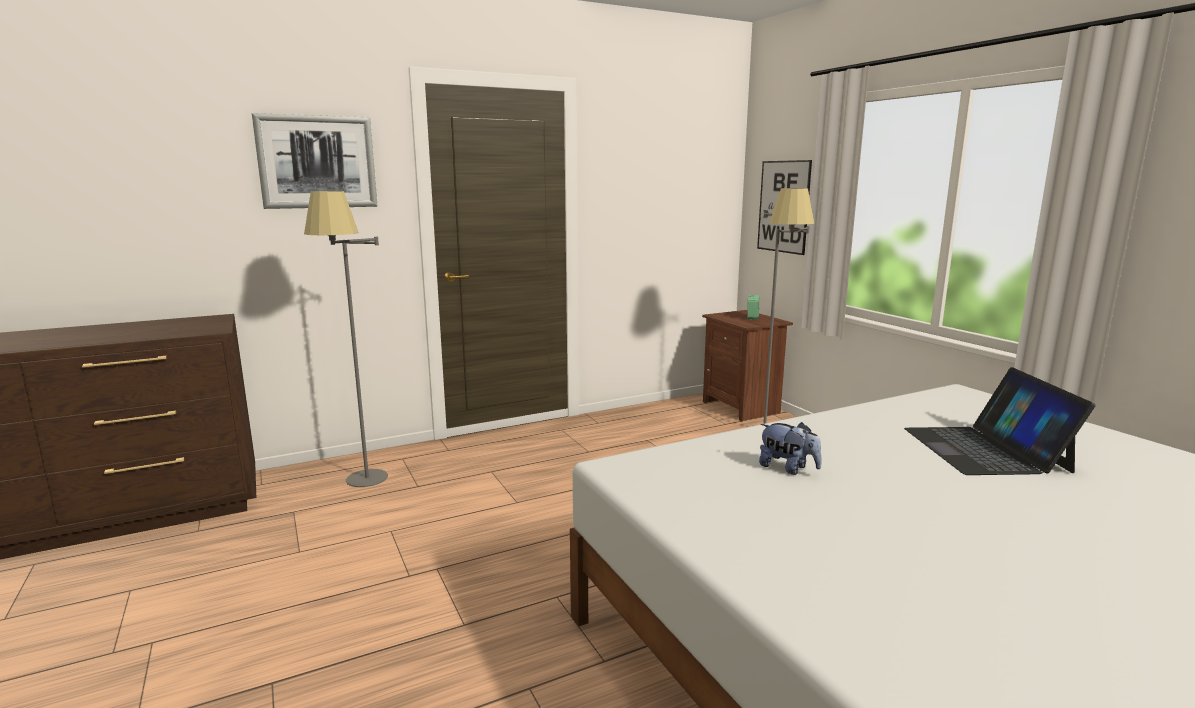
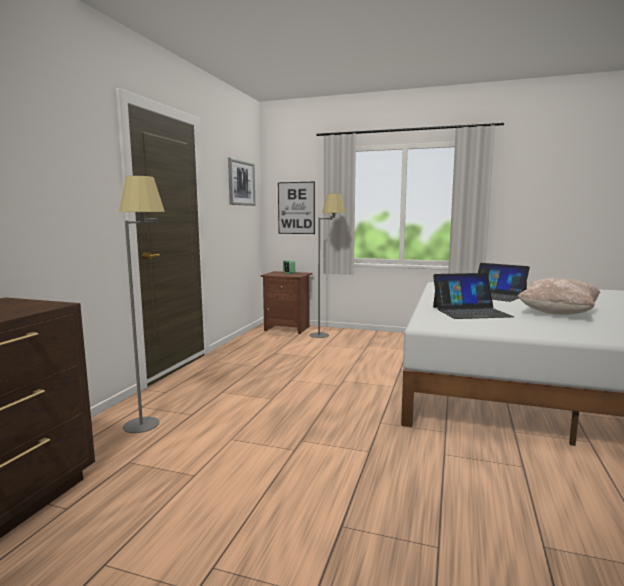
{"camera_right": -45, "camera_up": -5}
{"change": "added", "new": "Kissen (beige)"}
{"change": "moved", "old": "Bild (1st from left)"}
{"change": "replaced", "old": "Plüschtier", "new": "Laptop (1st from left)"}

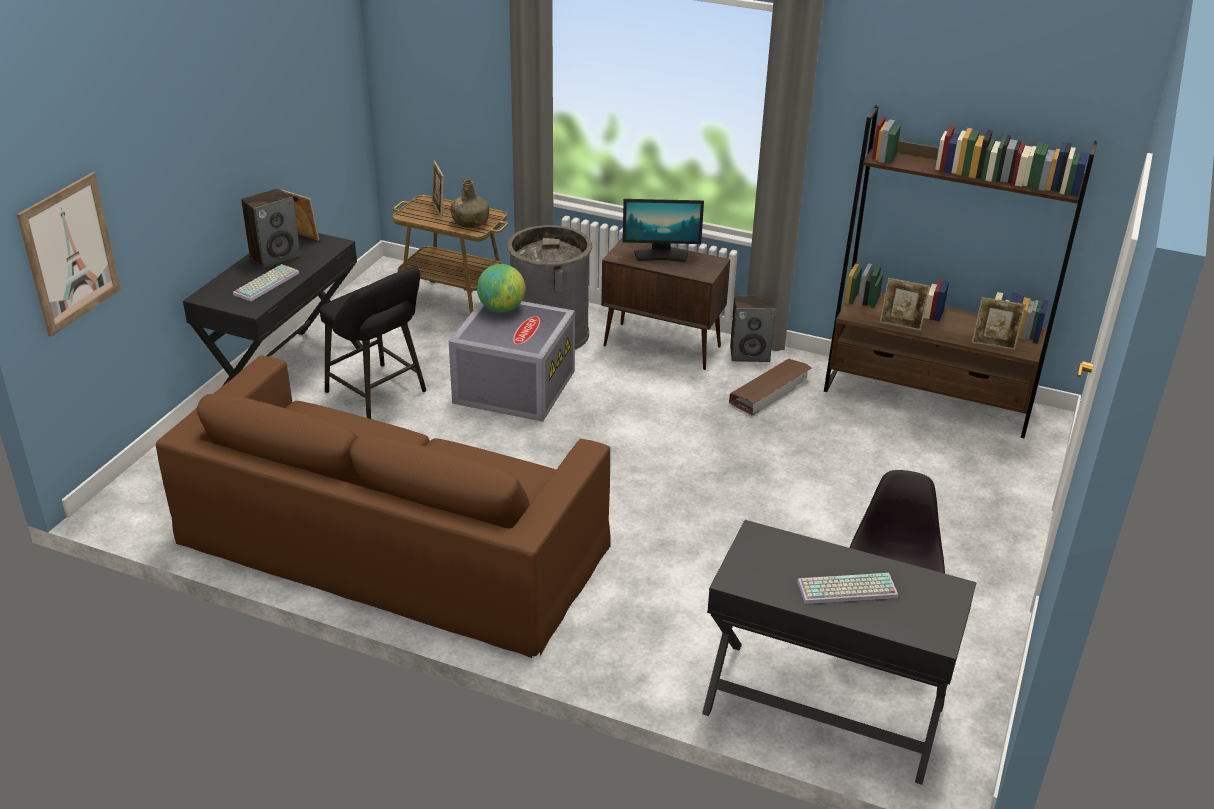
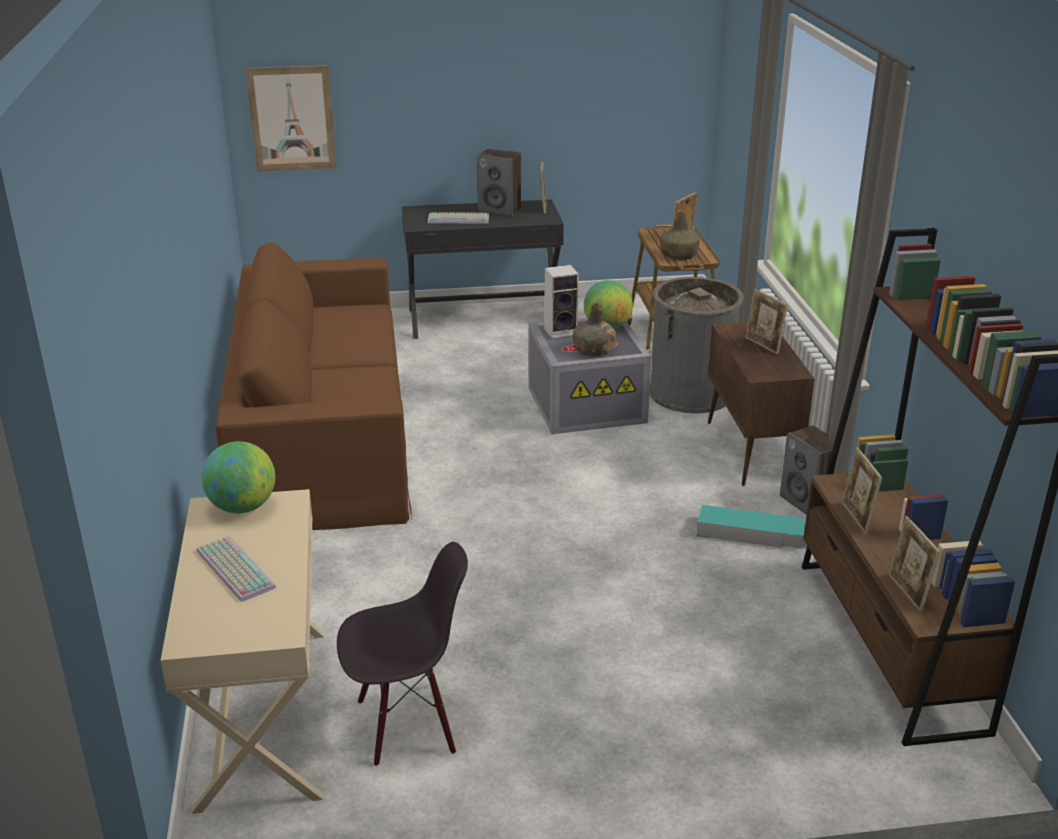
{"camera_right": 60, "camera_up": -5}
{"change": "removed", "old": "Hocker (schwarz)"}
{"change": "added", "new": "Globus (1st from left)"}
{"change": "added", "new": "Lautsprecher (2nd from left)"}
{"change": "added", "new": "Flasche (grün) (1st from left)"}
{"change": "replaced", "old": "Monitor", "new": "Bilderrahmen (3rd from left)"}
{"change": "recoloured", "old": "Schreibtisch (schwarz) (2nd from left)", "new": "Schreibtisch (beige)"}
{"change": "recoloured", "old": "Aufbewahrungsbox (braun)", "new": "Aufbewahrungsbox (türkis)"}

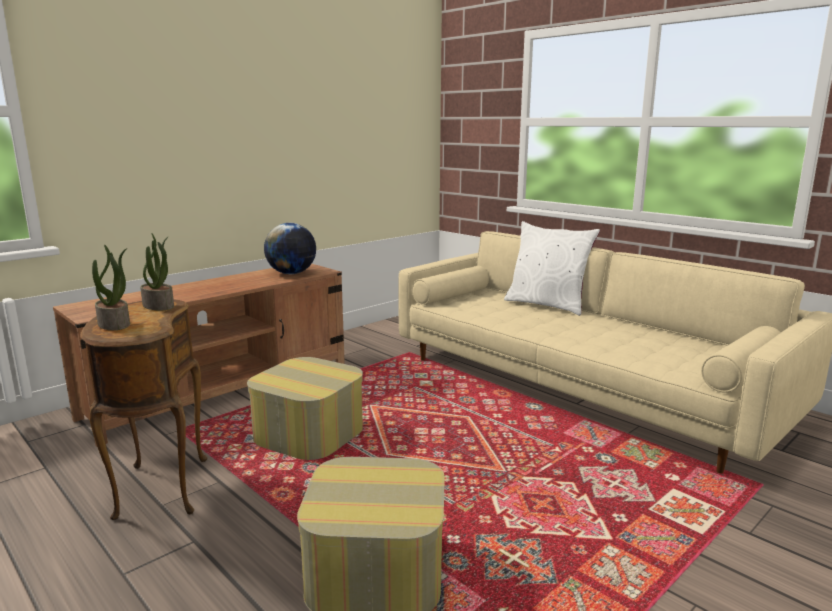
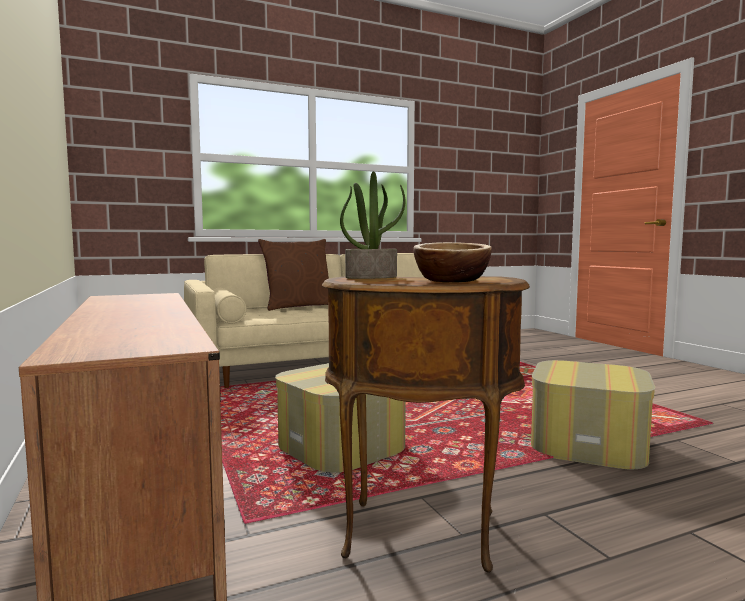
{"camera_right": -70, "camera_up": -10}
{"change": "removed", "old": "Globus"}
{"change": "replaced", "old": "Topfpflanze (1st from left)", "new": "Schüssel"}
{"change": "recoloured", "old": "Kissen (weiß)", "new": "Kissen (braun)"}

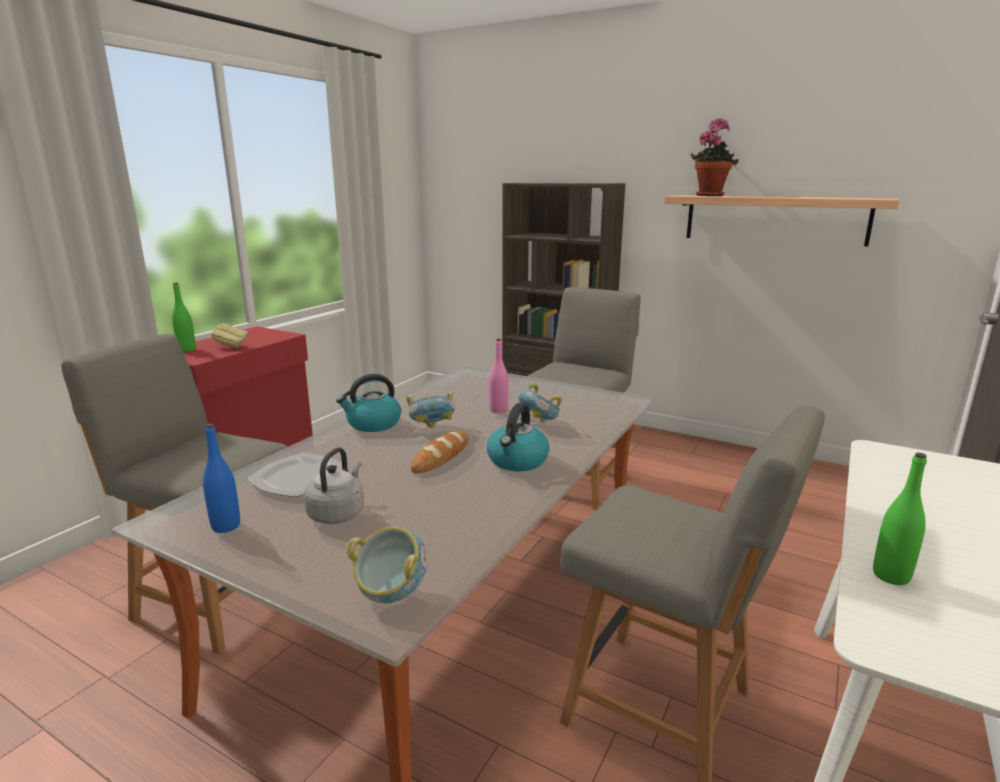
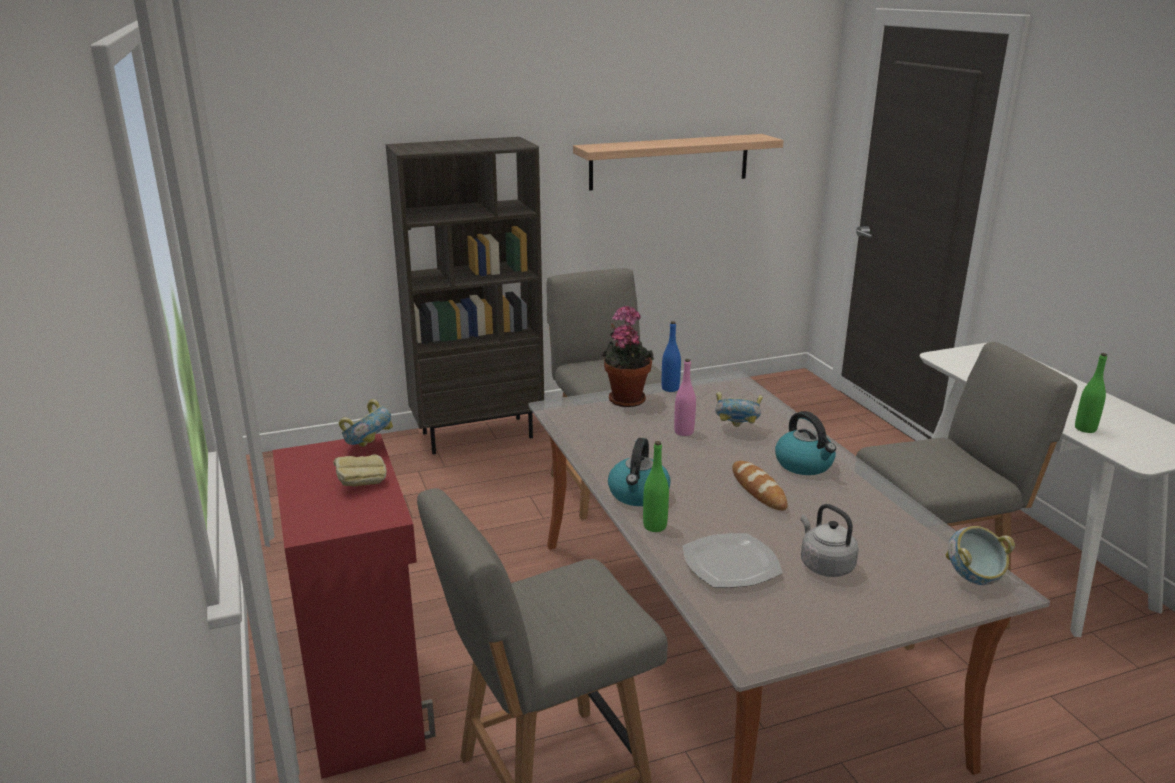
{"camera_right": -50, "camera_up": 5}
{"change": "moved", "old": "Flasche (grün) (1st from left)"}
{"change": "moved", "old": "Flasche (blau)"}
{"change": "moved", "old": "Schüssel (2nd from left in the first image)", "new": "Schüssel (1st from left)"}
{"change": "moved", "old": "Topfpflanze"}

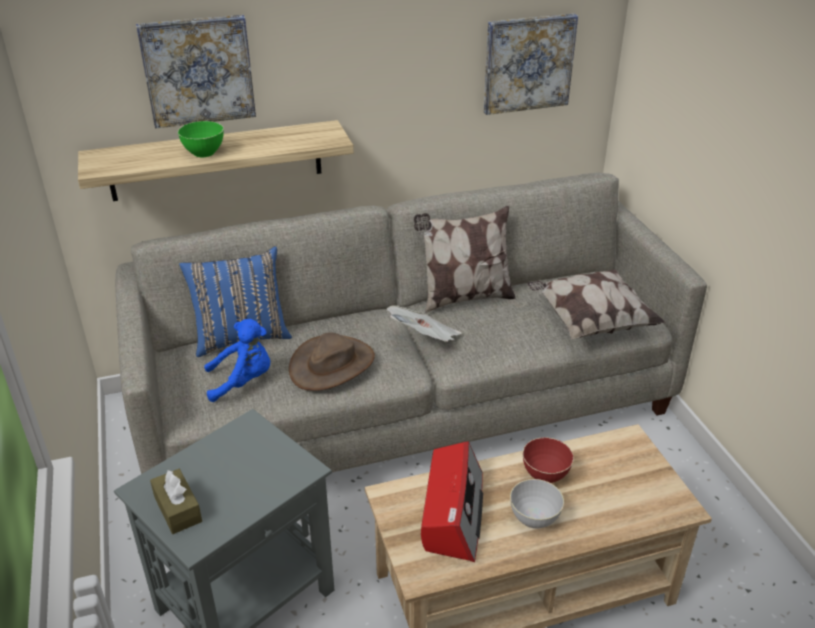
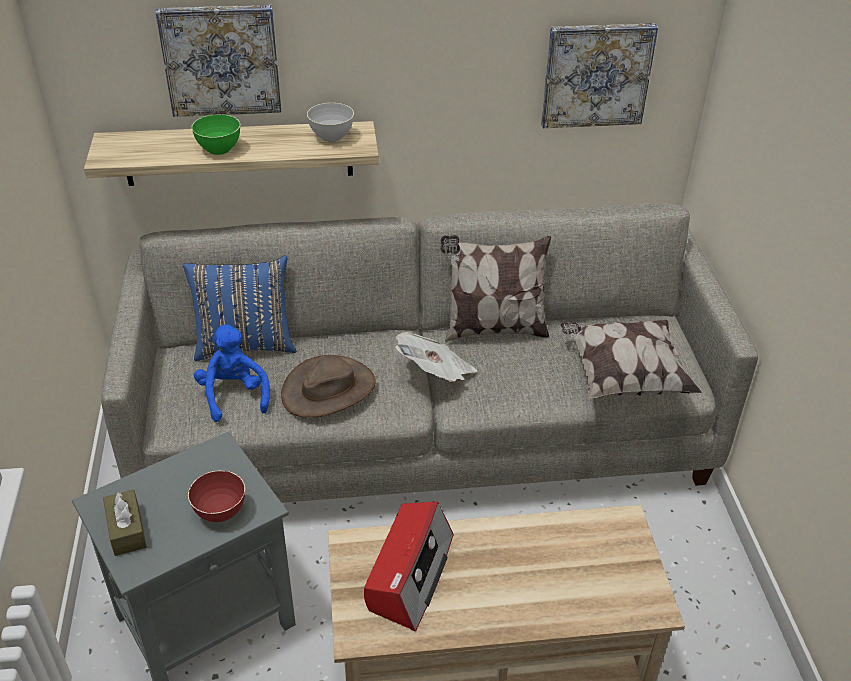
{"camera_right": 10, "camera_up": 5}
{"change": "moved", "old": "Schüssel (grau)"}
{"change": "moved", "old": "Schüssel (rot)"}
{"change": "turned", "old": "Plüschtier (blau)", "degrees": -105}

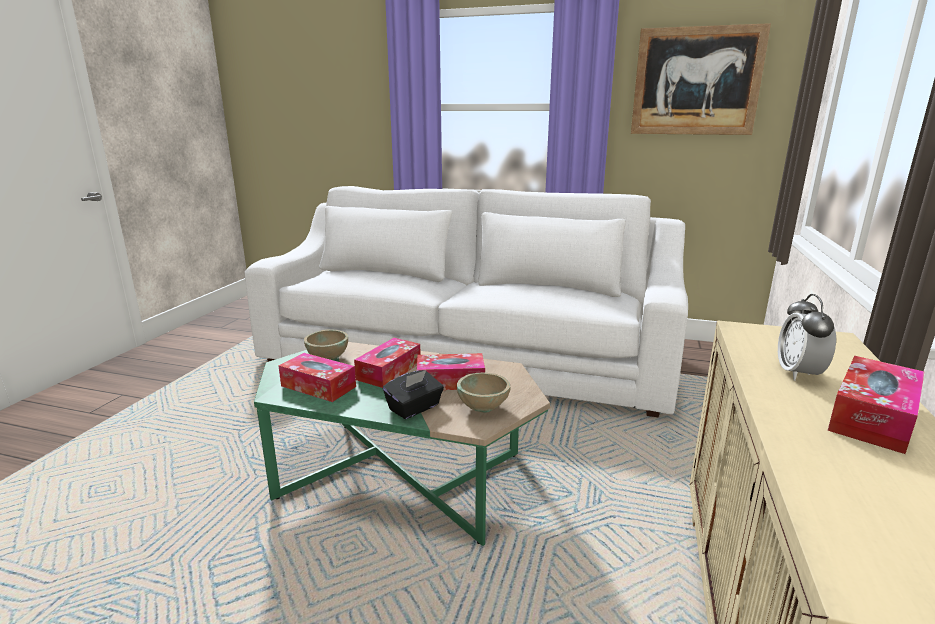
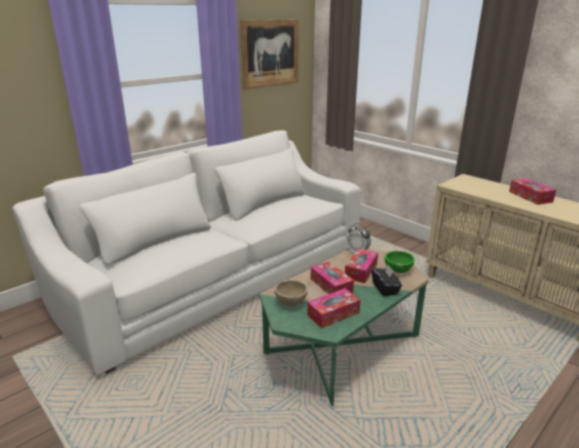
{"camera_right": -60, "camera_up": 5}
{"change": "moved", "old": "Wecker"}
{"change": "recoloured", "old": "Schüssel (beige) (2nd from left)", "new": "Schüssel (grün)"}

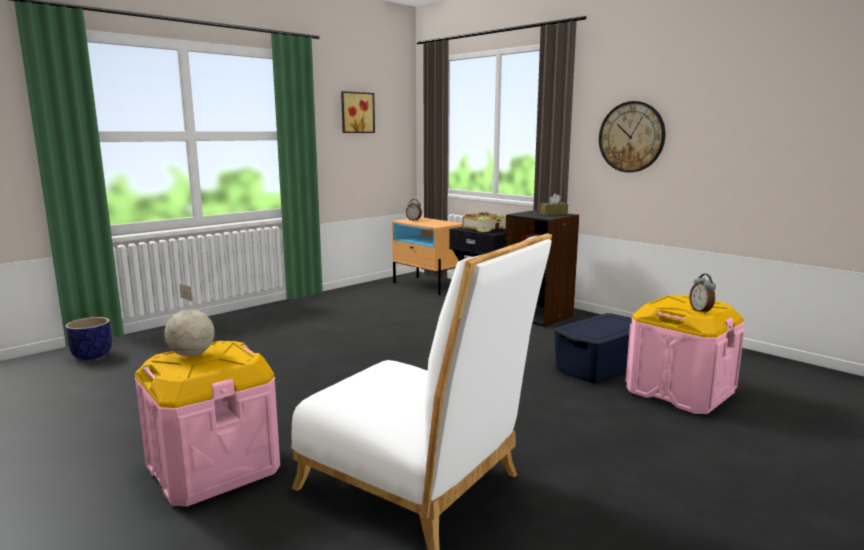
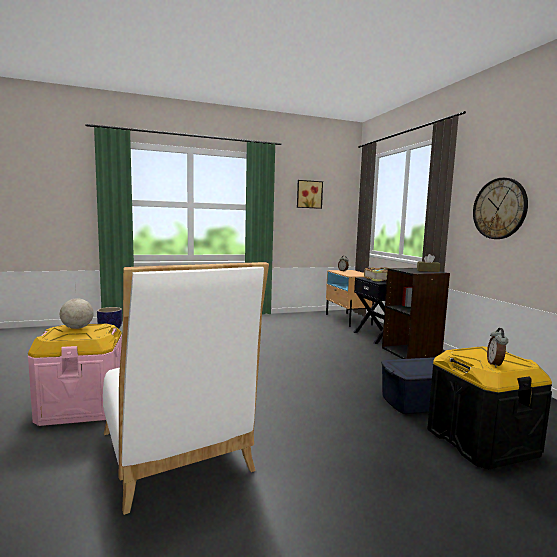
{"camera_right": 25, "camera_up": -5}
{"change": "recoloured", "old": "Aufbewahrungsbox (rosa) (2nd from left)", "new": "Aufbewahrungsbox (schwarz)"}

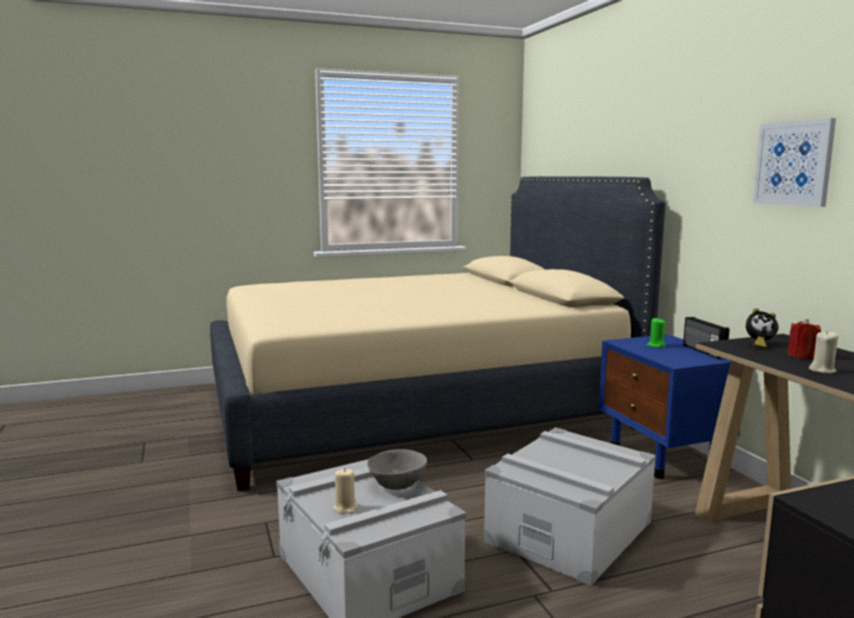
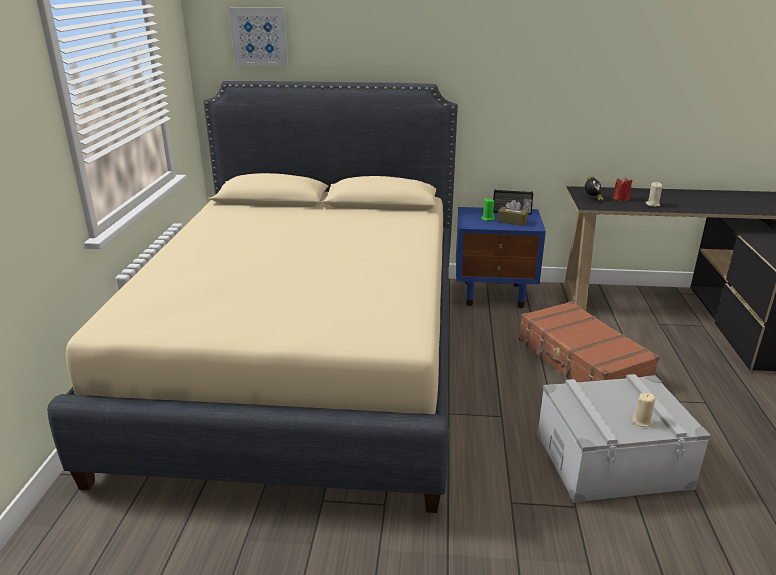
{"camera_right": -65, "camera_up": 15}
{"change": "removed", "old": "Schüssel (grau)"}
{"change": "added", "new": "Taschentuchbox (braun)"}
{"change": "moved", "old": "Bild"}
{"change": "replaced", "old": "Aufbewahrungsbox (grau) (2nd from left)", "new": "Koffer (braun)"}

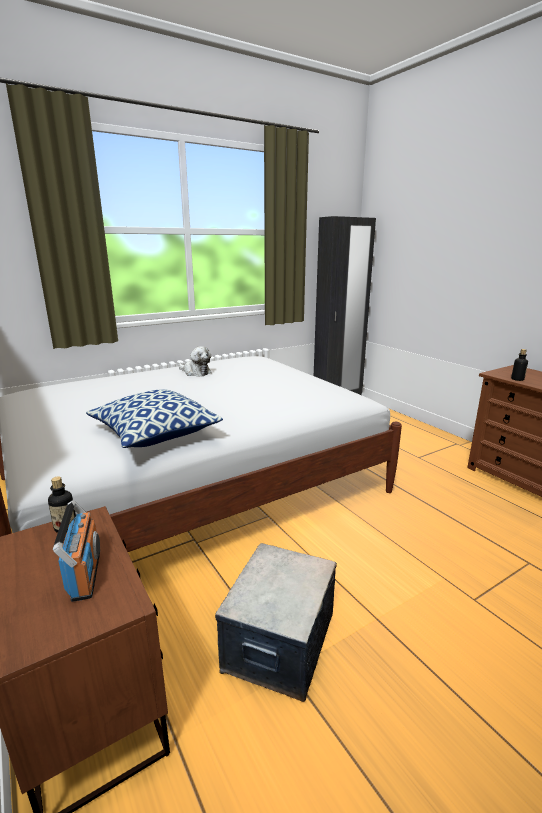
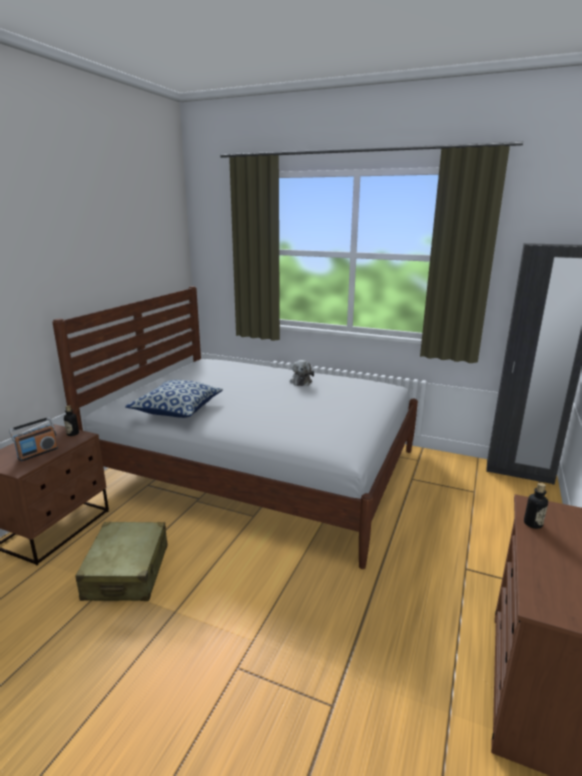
{"camera_right": 55, "camera_up": 0}
{"change": "replaced", "old": "Aufbewahrungsbox", "new": "Koffer (beige)"}

